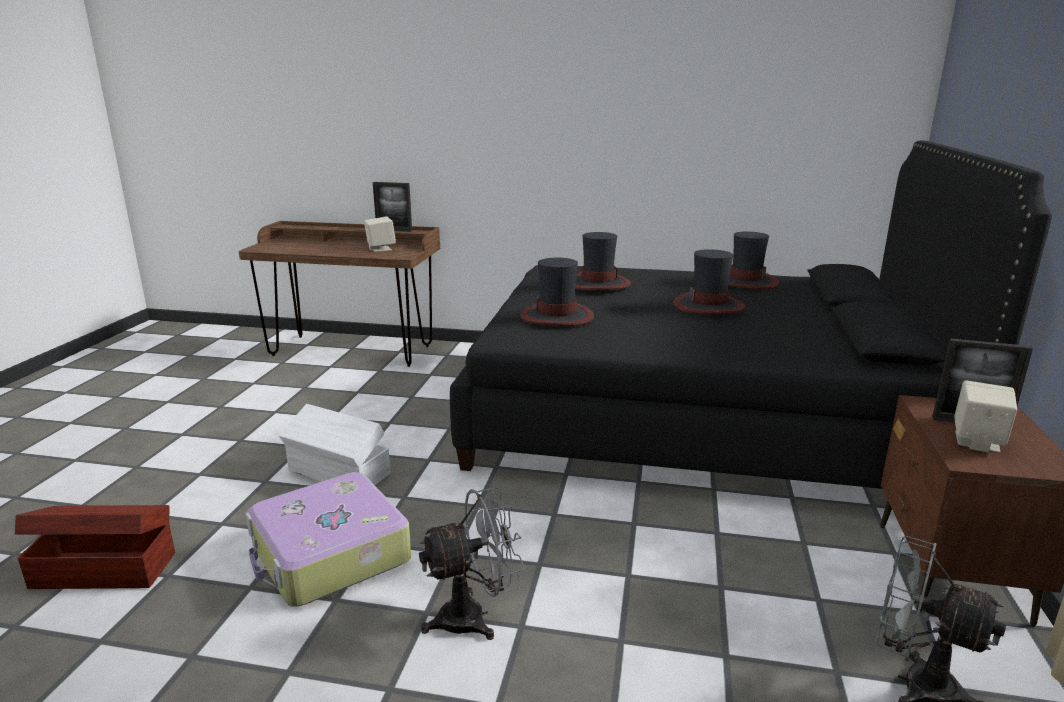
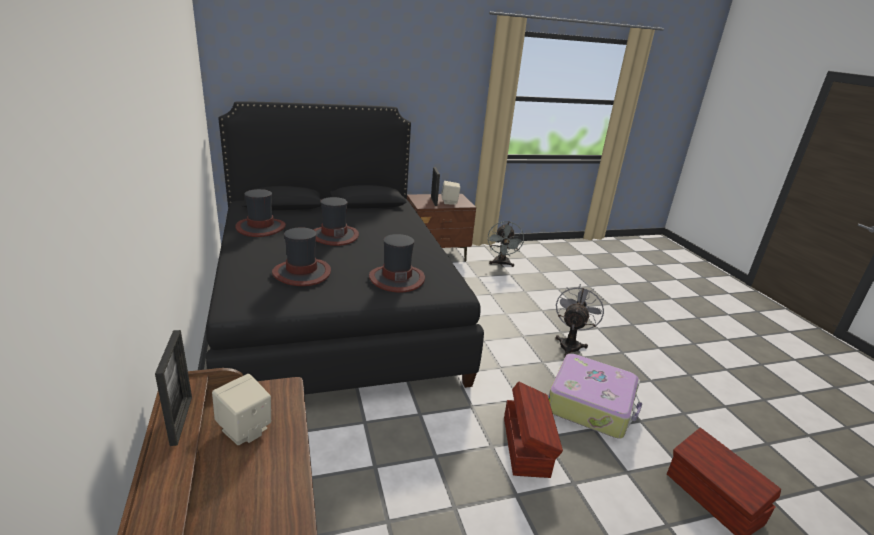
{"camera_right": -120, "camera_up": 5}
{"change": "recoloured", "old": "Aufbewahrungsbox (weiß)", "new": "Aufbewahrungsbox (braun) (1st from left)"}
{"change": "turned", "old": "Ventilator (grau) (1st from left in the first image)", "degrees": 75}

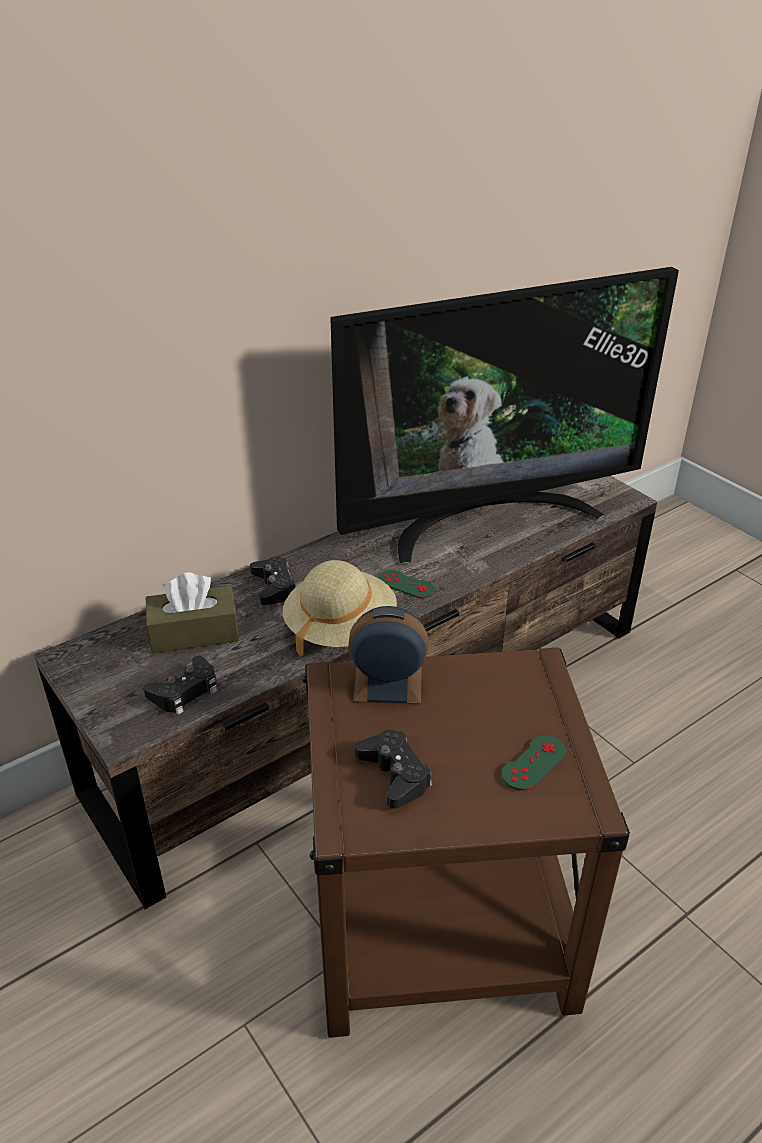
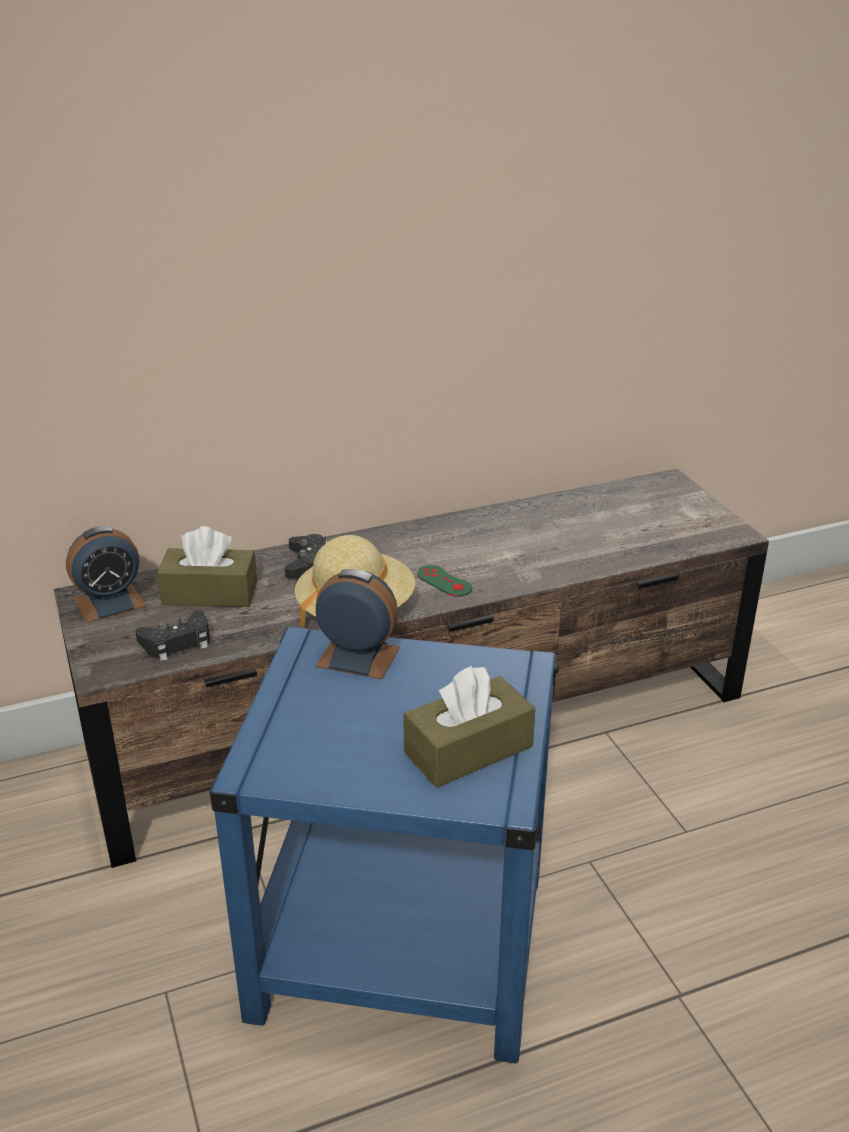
{"camera_right": 15, "camera_up": -5}
{"change": "removed", "old": "Fernseher"}
{"change": "removed", "old": "Gamepad (schwarz) (3rd from left)"}
{"change": "added", "new": "Wecker (1st from left)"}
{"change": "replaced", "old": "Gamepad (grün) (2nd from left)", "new": "Taschentuchbox (braun) (2nd from left)"}
{"change": "recoloured", "old": "Beistelltisch (braun)", "new": "Beistelltisch (blau)"}

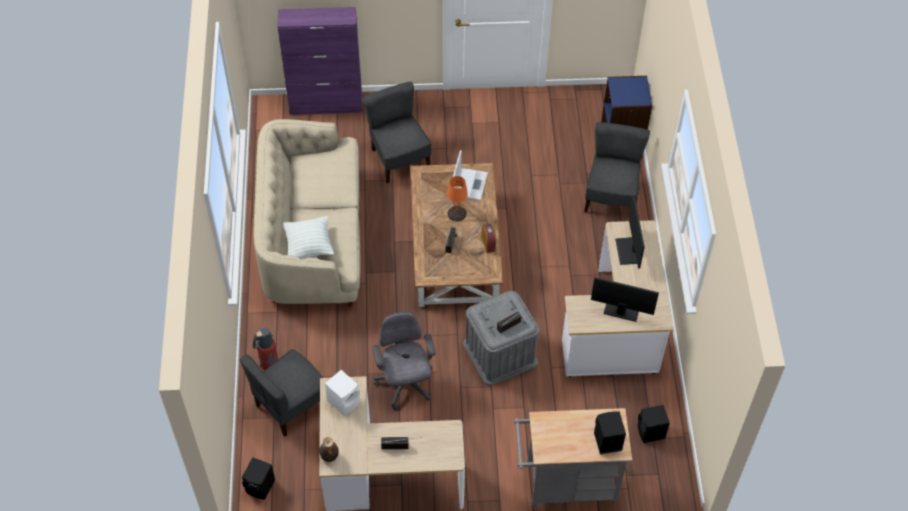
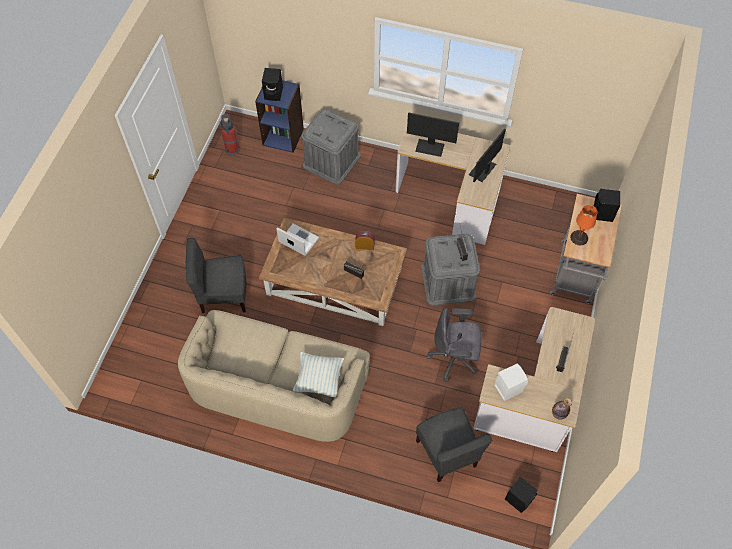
{"camera_right": -70, "camera_up": 5}
{"change": "removed", "old": "Schrank (lila)"}
{"change": "moved", "old": "Feuerlöscher"}
{"change": "moved", "old": "Tischlampe (orange)"}
{"change": "moved", "old": "Lautsprecher (schwarz) (3rd from left in the first image)", "new": "Lautsprecher (schwarz) (1st from left)"}
{"change": "replaced", "old": "Stuhl (grau) (3rd from left)", "new": "Aufbewahrungsbox (grau) (1st from left)"}

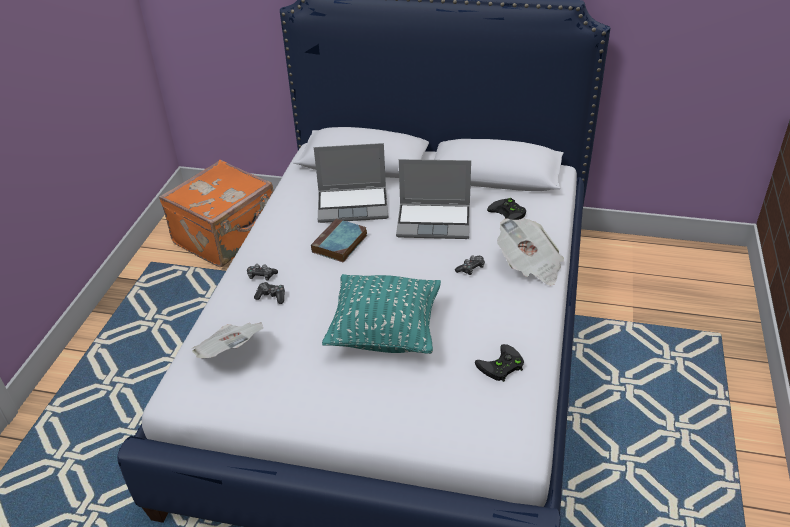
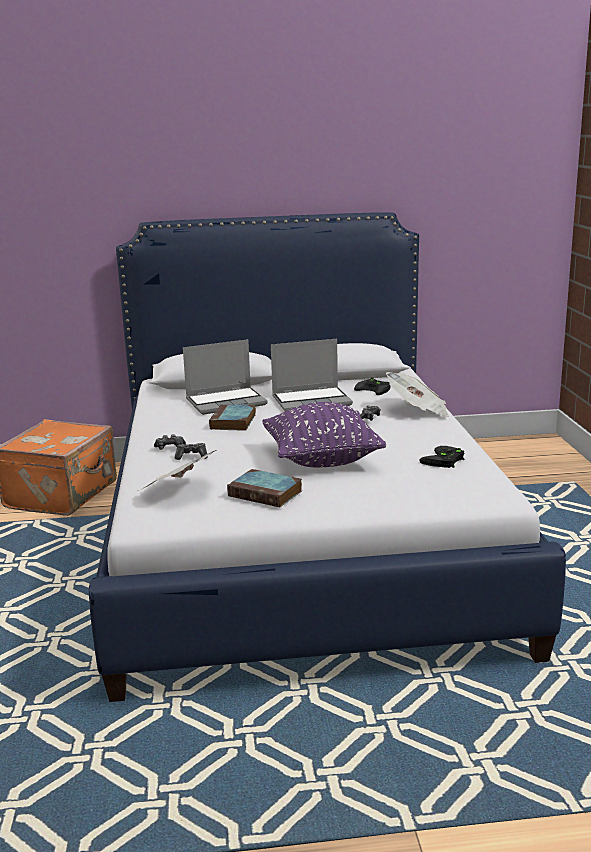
{"camera_right": -20, "camera_up": -20}
{"change": "added", "new": "Buch (2nd from left)"}
{"change": "recoloured", "old": "Kissen (türkis)", "new": "Kissen (lila)"}

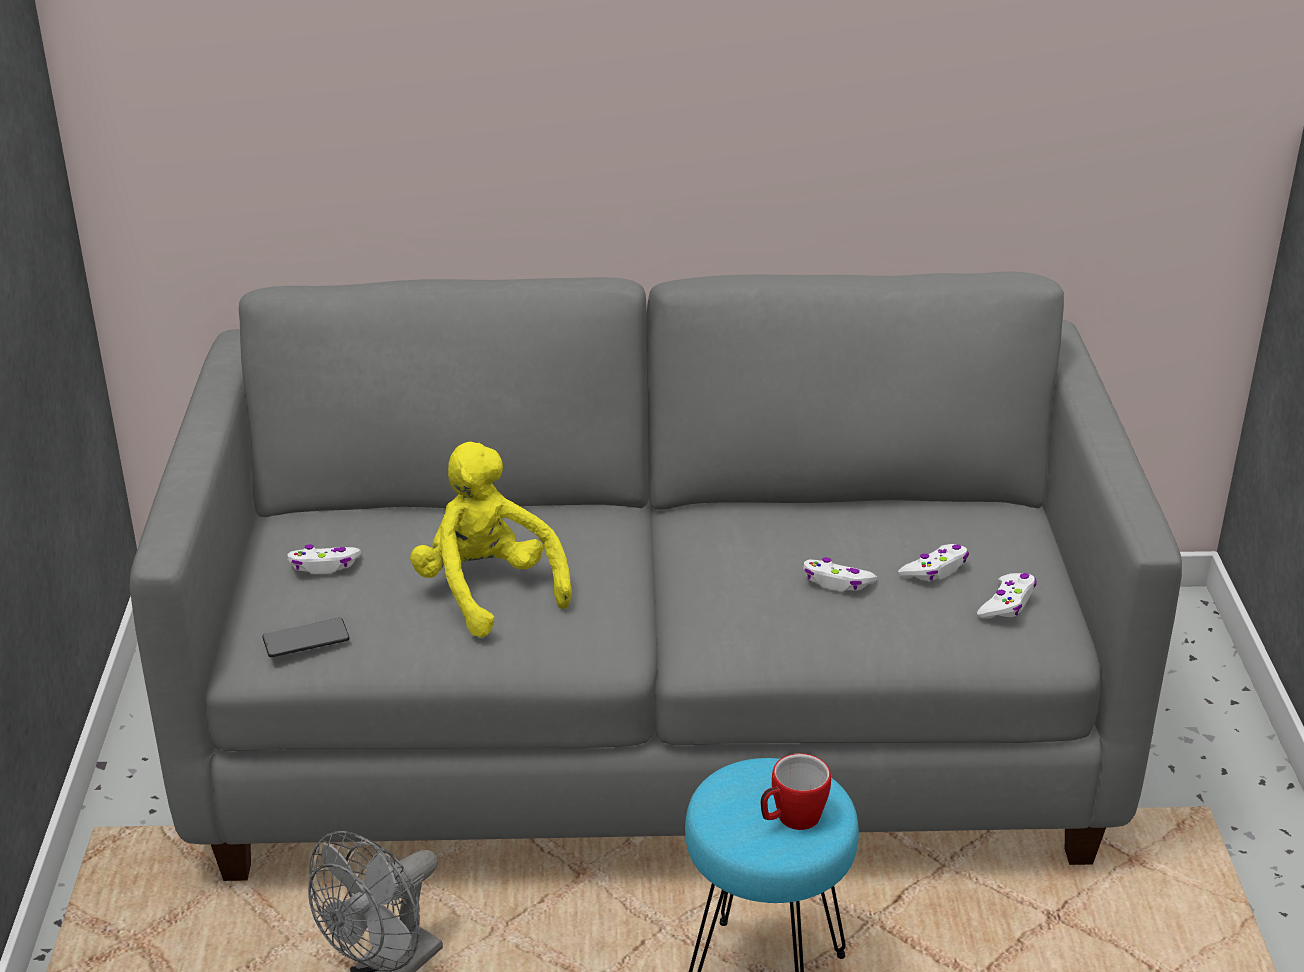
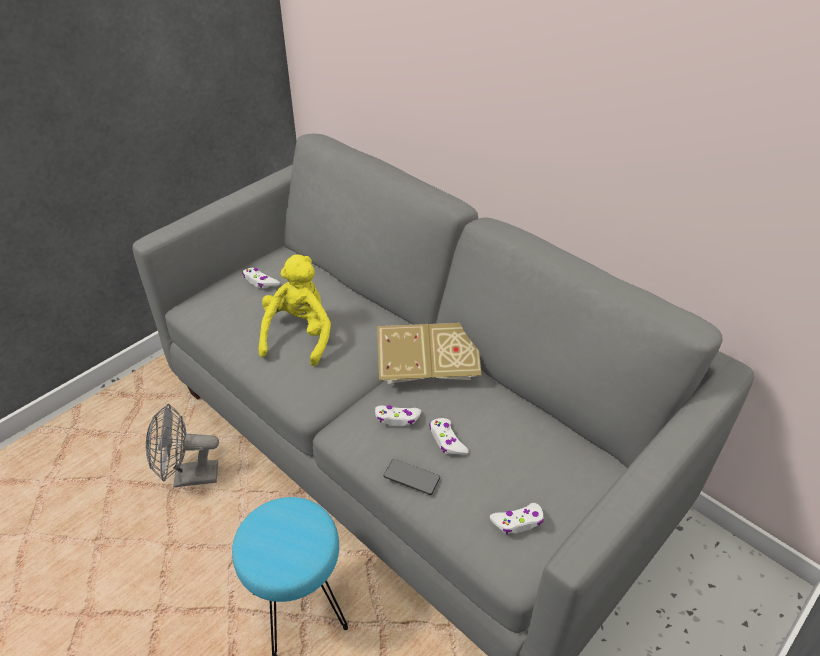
{"camera_right": 45, "camera_up": 10}
{"change": "removed", "old": "Henkelbecher"}
{"change": "added", "new": "Buch"}
{"change": "moved", "old": "Handy"}
{"change": "moved", "old": "Gamepad (weiß) (3rd from left in the first image)", "new": "Gamepad (weiß) (2nd from left)"}

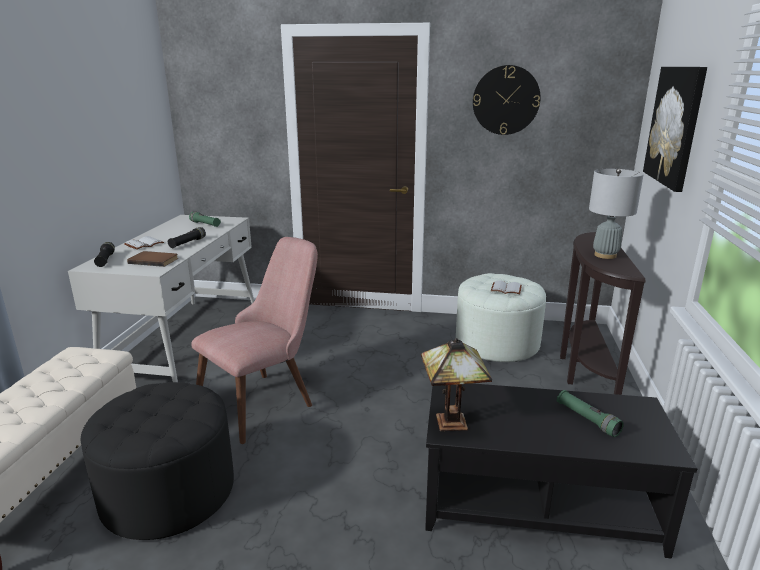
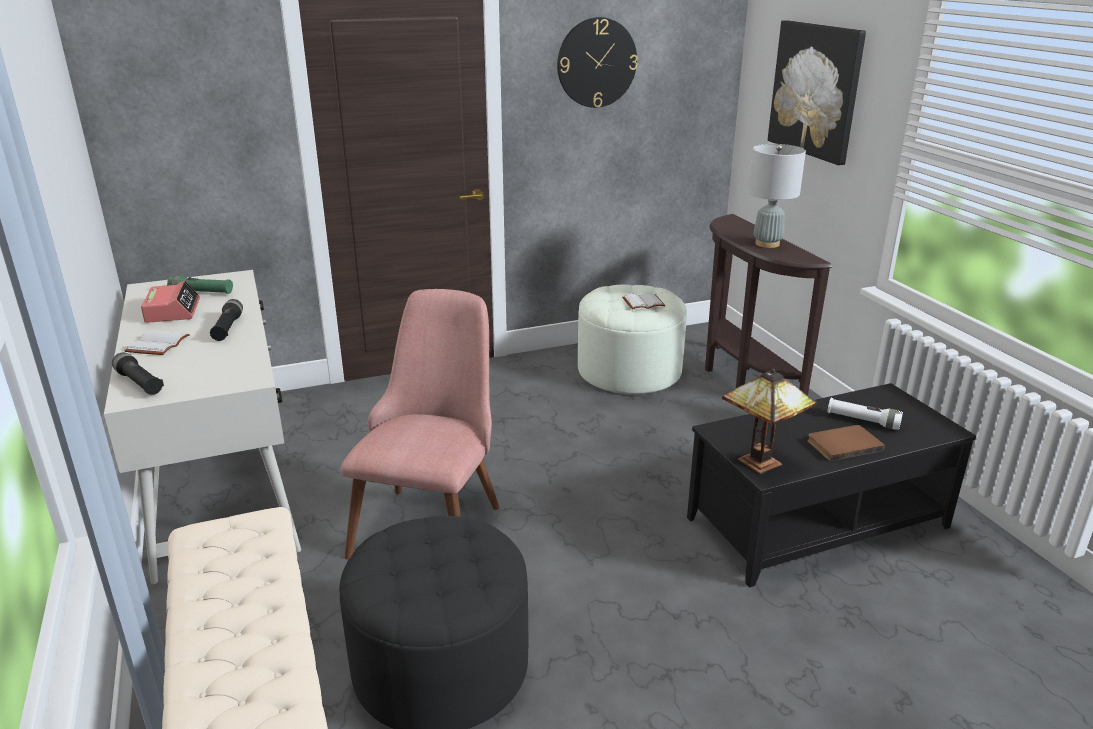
{"camera_right": -30, "camera_up": 5}
{"change": "added", "new": "Wecker"}
{"change": "moved", "old": "Buch (braun)"}
{"change": "recoloured", "old": "Taschenlampe (grün) (2nd from left)", "new": "Taschenlampe (weiß)"}

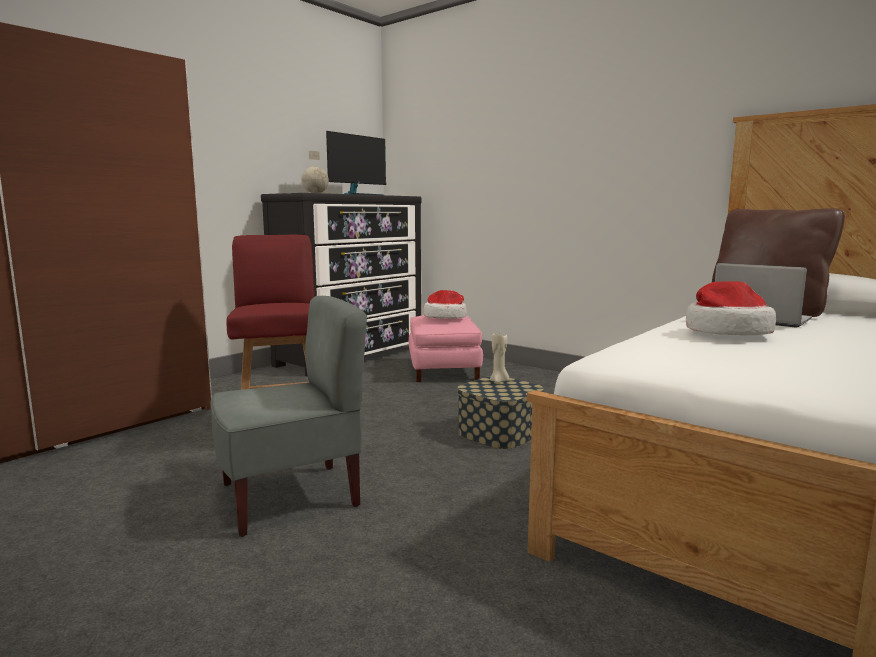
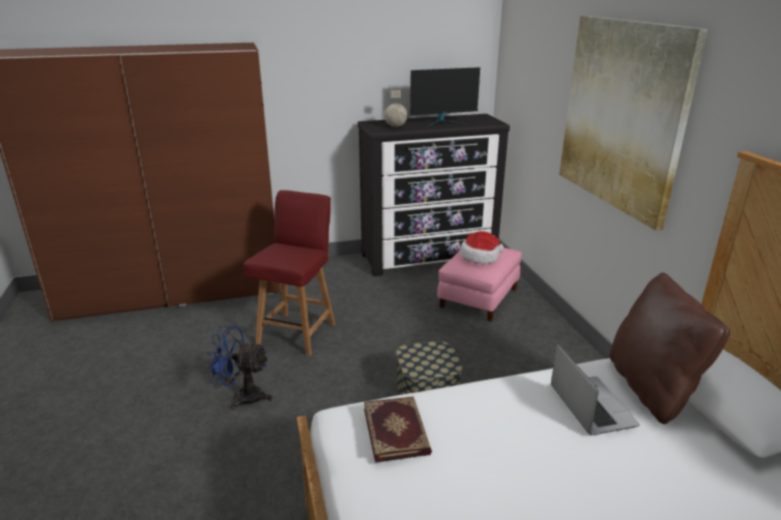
{"camera_right": 35, "camera_up": 15}
{"change": "removed", "old": "Kerze (beige)"}
{"change": "removed", "old": "Hut (2nd from left)"}
{"change": "added", "new": "Buch"}
{"change": "added", "new": "Bild"}
{"change": "replaced", "old": "Stuhl (grau)", "new": "Ventilator (blau)"}

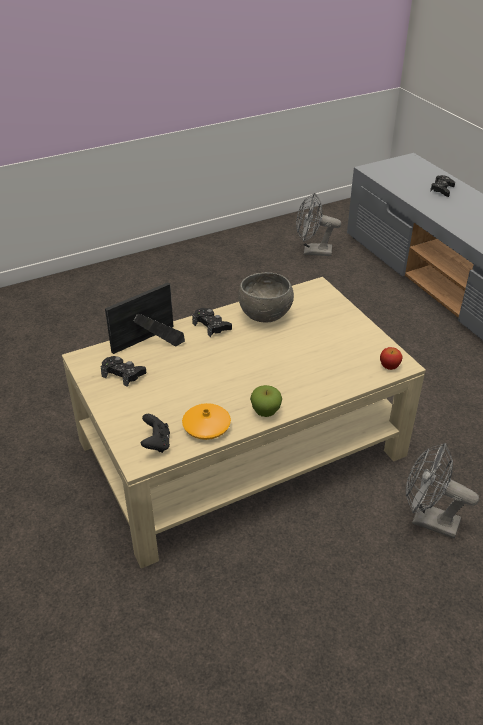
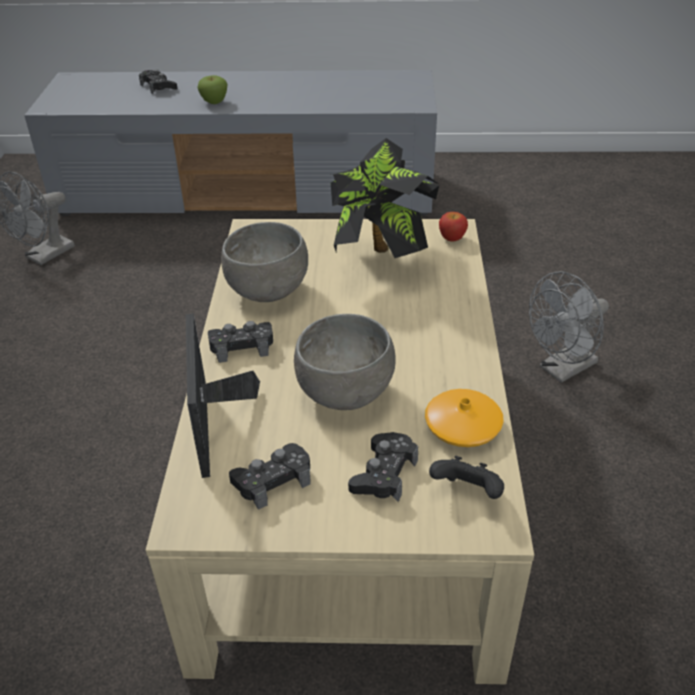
{"camera_right": -60, "camera_up": 0}
{"change": "added", "new": "Schüssel (grau) (2nd from left)"}
{"change": "added", "new": "Topfpflanze"}
{"change": "added", "new": "Gamepad (schwarz) (4th from left)"}
{"change": "moved", "old": "Apfel (1st from left)"}

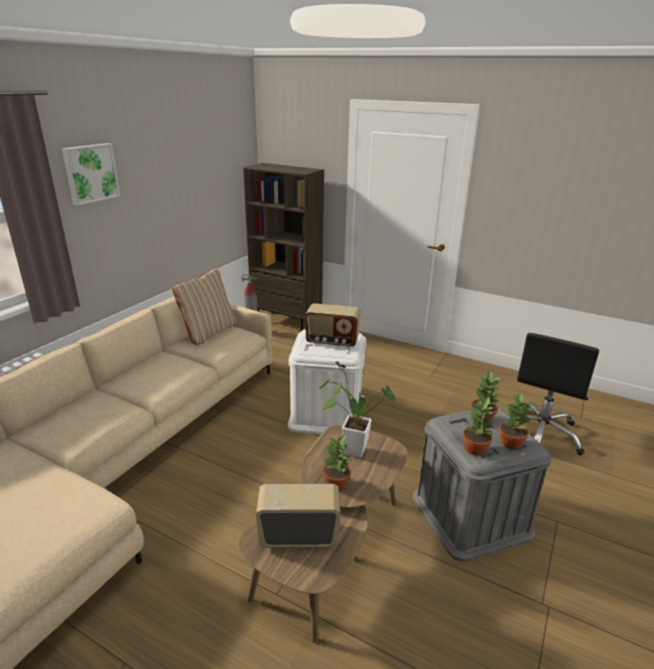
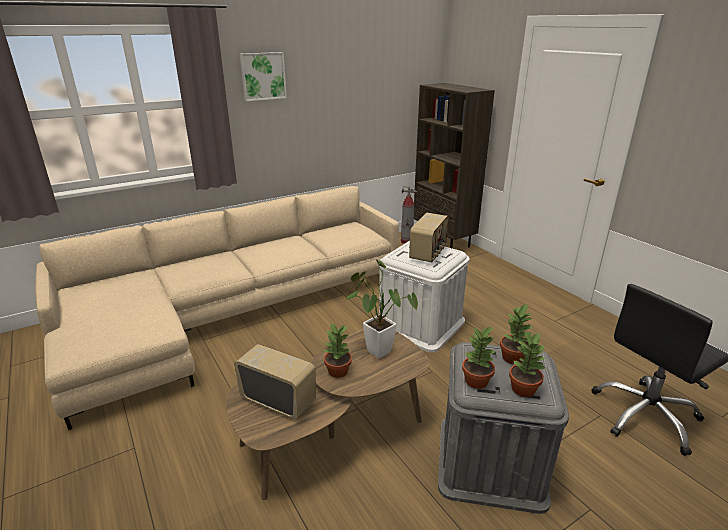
{"camera_right": 30, "camera_up": 0}
{"change": "removed", "old": "Kissen (beige)"}
{"change": "turned", "old": "Radio (2nd from left)", "degrees": -105}

